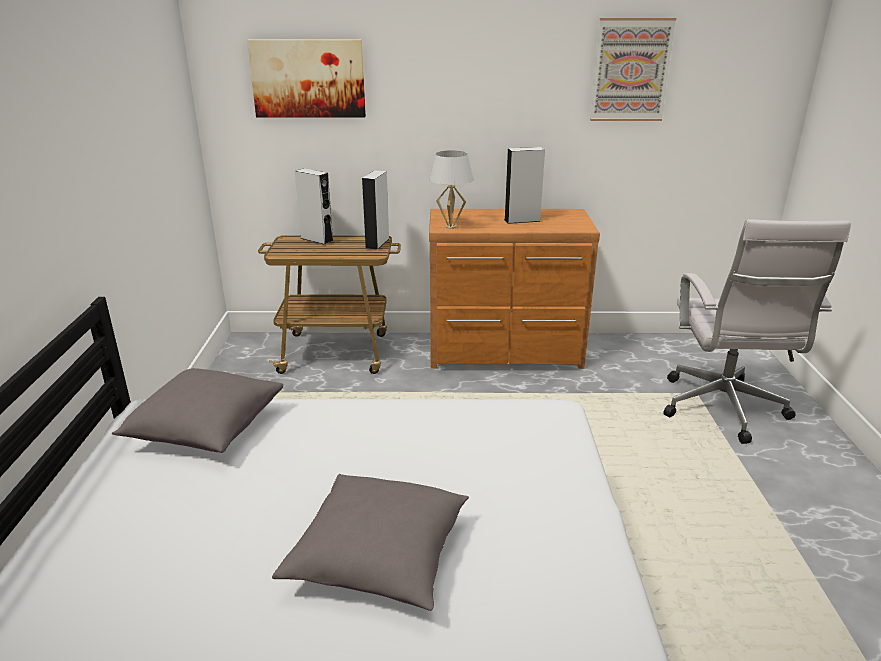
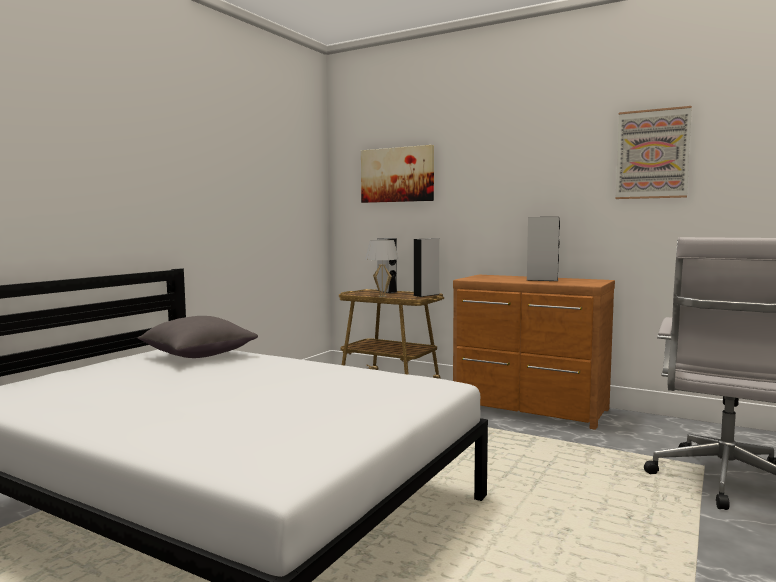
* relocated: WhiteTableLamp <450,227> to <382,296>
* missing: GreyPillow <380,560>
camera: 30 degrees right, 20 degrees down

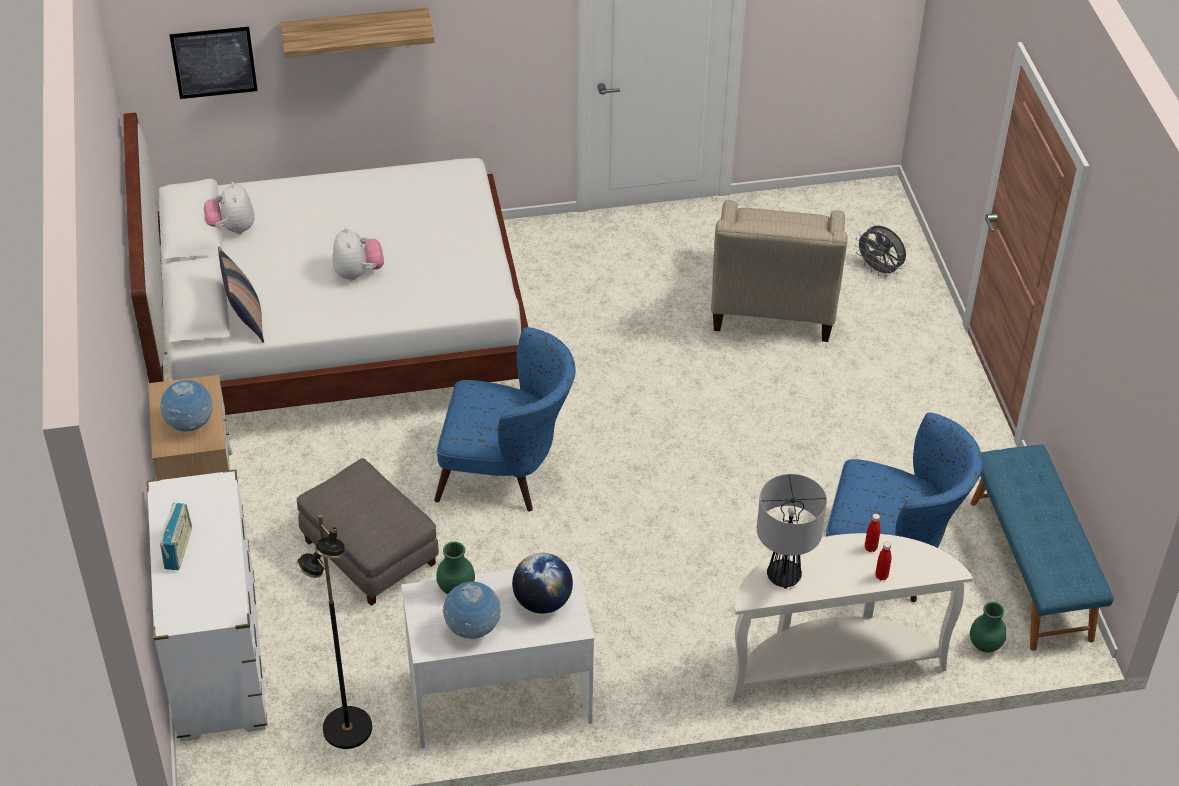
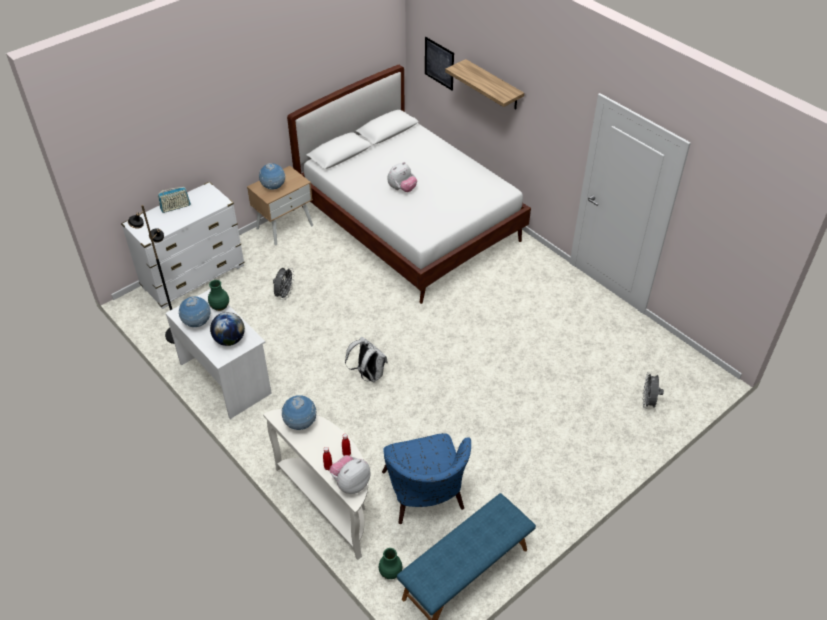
* exchanged: GreyOttoman <369,553> to GreyFan <284,294>
* exchanged: TableLamp <784,576> to Globe <300,424>
* relocated: PlushToy <232,229> to <351,483>
* appeared: WhiteBackpack <368,375>
* missing: Pillow <245,319>
* missing: BlueArmchair <507,471>
* missing: BeigeArmchair <773,310>
camera: 60 degrees right, 0 degrees up

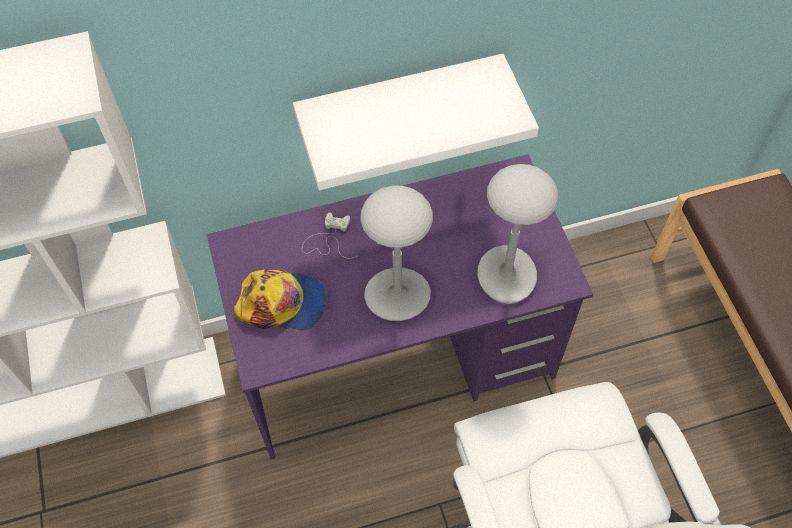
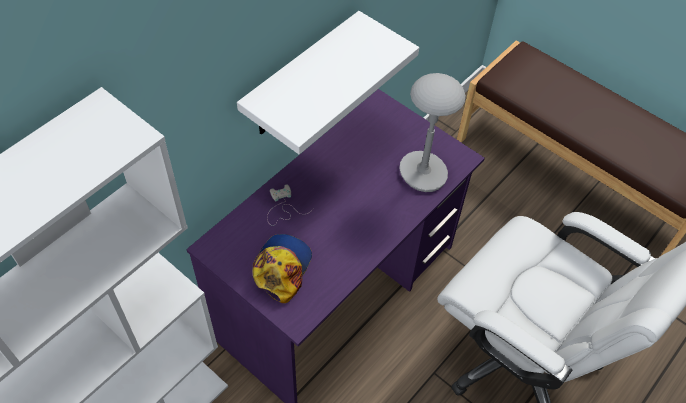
* spun: Cap <282,303> = <282,268> 45 degrees counterclockwise
* missing: GreyTableLamp <397,296>
camera: 35 degrees left, 5 degrees down

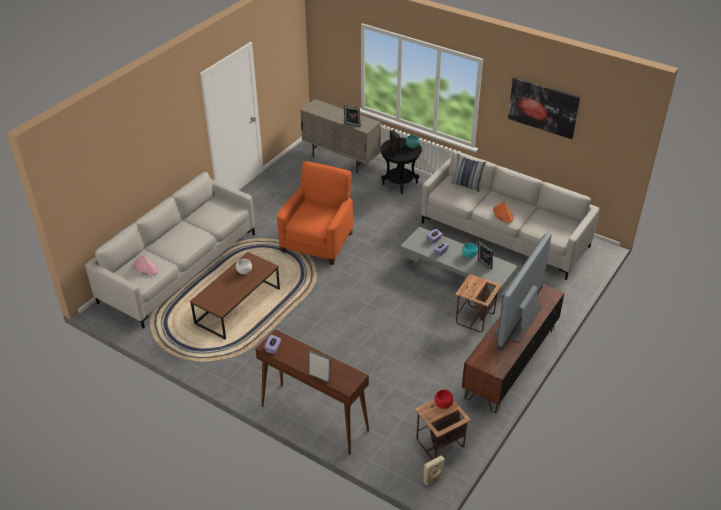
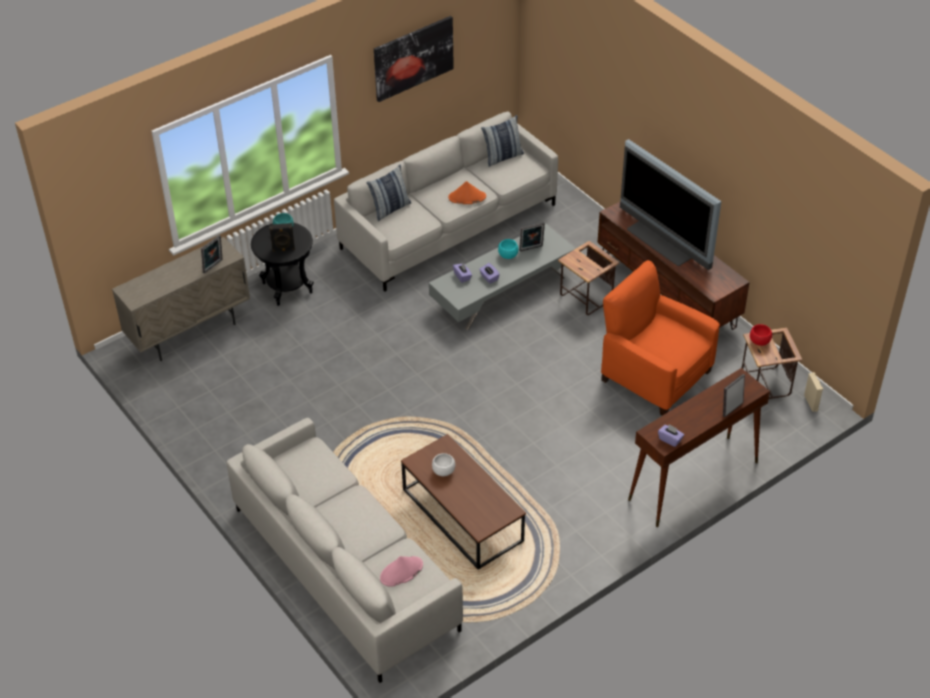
* appeared: Pillow <503,157>
* relocated: OrangeArmchair <317,242> to <654,375>
camera: 70 degrees left, 5 degrees up

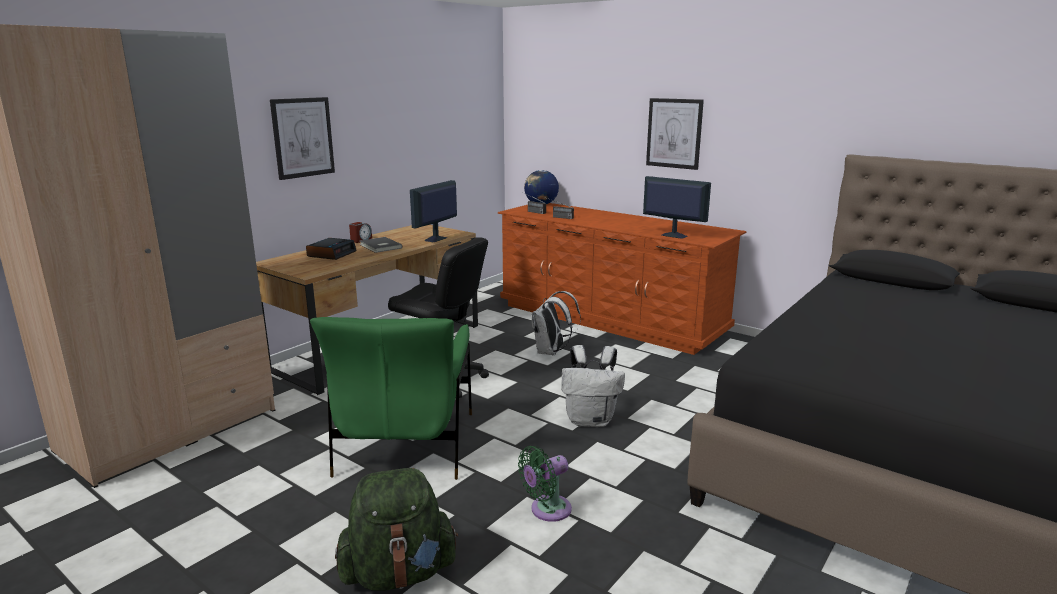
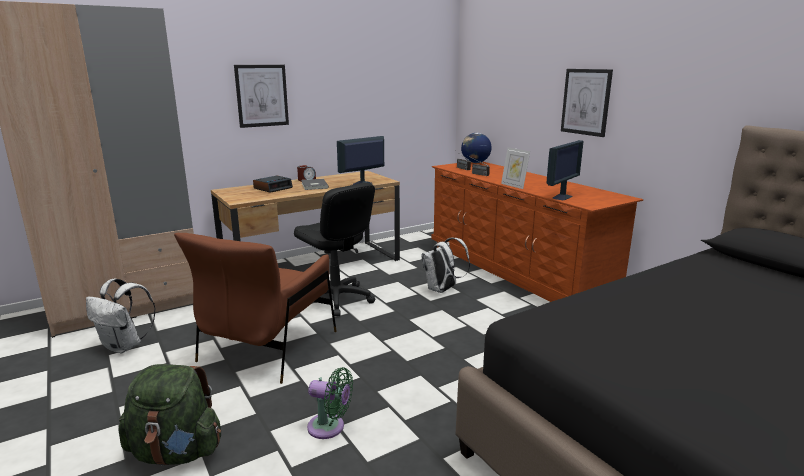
* relocated: WhiteBackpack <591,420> to <125,346>
* colour: GreenArmchair <406,444> to BrownArmchair <268,347>
* spun: GreenFan <547,510> = <329,427> 150 degrees counterclockwise
* appeared: PictureFrame <514,186>
* spun: Monitor <673,235> = <562,197> 75 degrees clockwise
camera: 20 degrees right, 0 degrees up

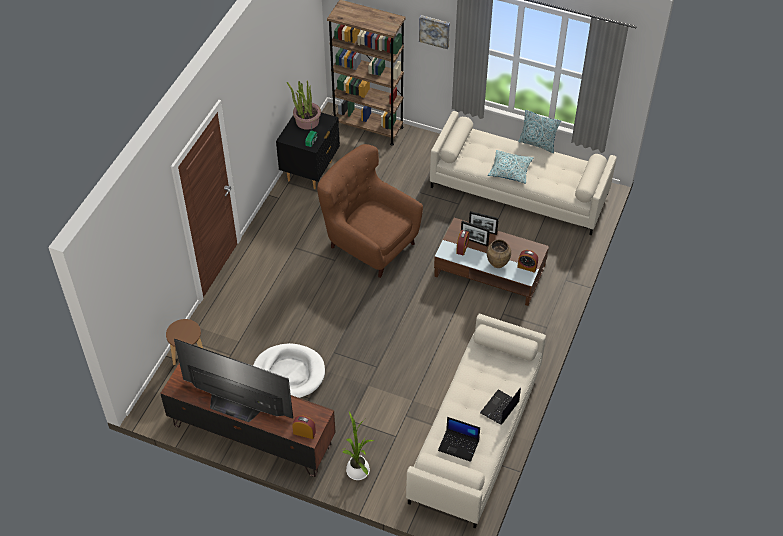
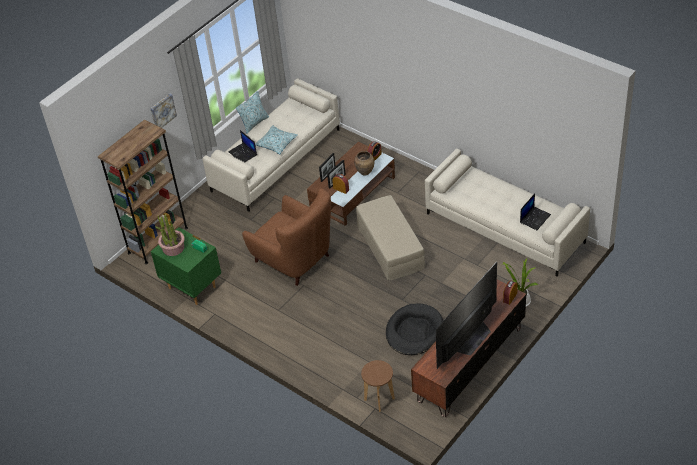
* colour: BlackNightstand <310,171> to GreenNightstand <192,287>
* relocated: Laptop <499,408> to <243,153>
* spun: BrownArmchair <370,243> = <294,259> 105 degrees counterclockwise
* appeared: BeigeOttoman <390,246>
* colour: WhiteDogBed <289,373> to BlackDogBed <414,331>
camera: 70 degrees left, 5 degrees down

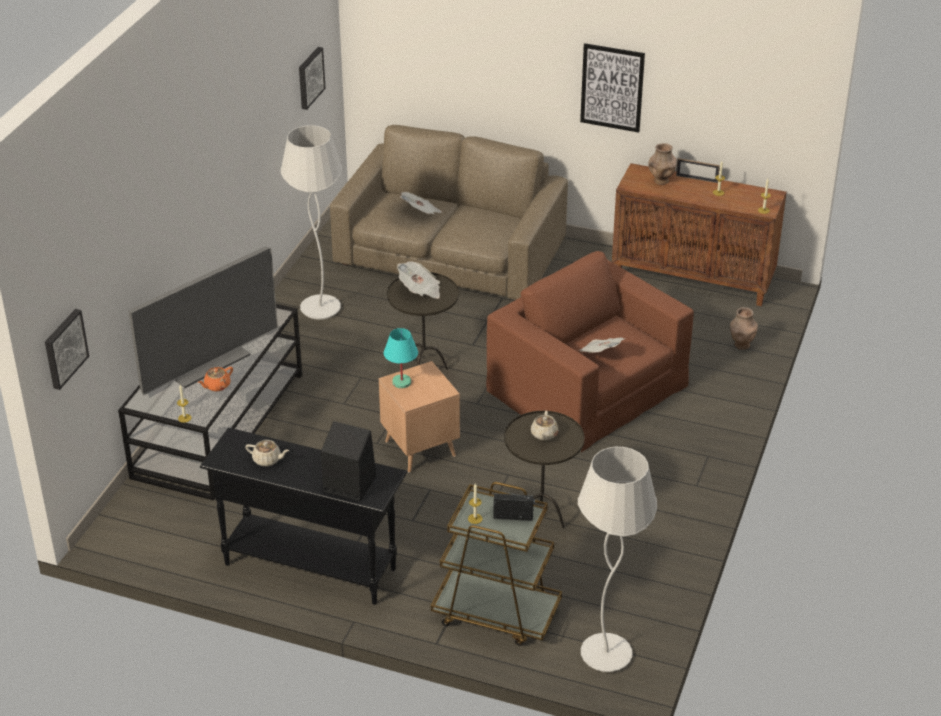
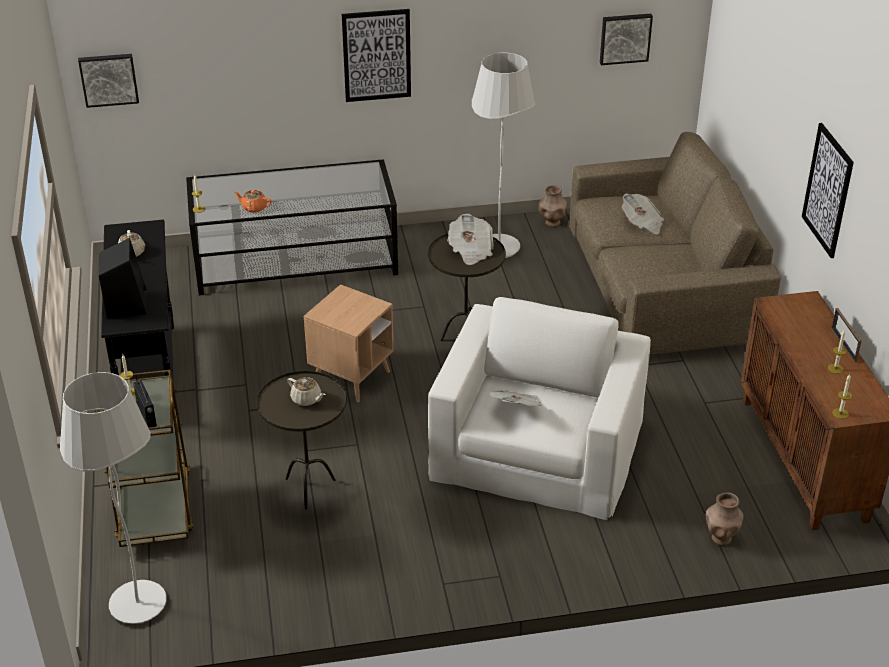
* spun: BeigeTeapot <544,434> = <306,399> 120 degrees counterclockwise
* appeared: Picture <376,55>
* colour: BrownArmchair <587,386> to WhiteArmchair <538,447>
* relocated: BrownVase <661,181> to <552,223>
* missing: Television <207,362>
* missing: TurquoiseTableLamp <401,382>
camera: 60 degrees right, 0 degrees up

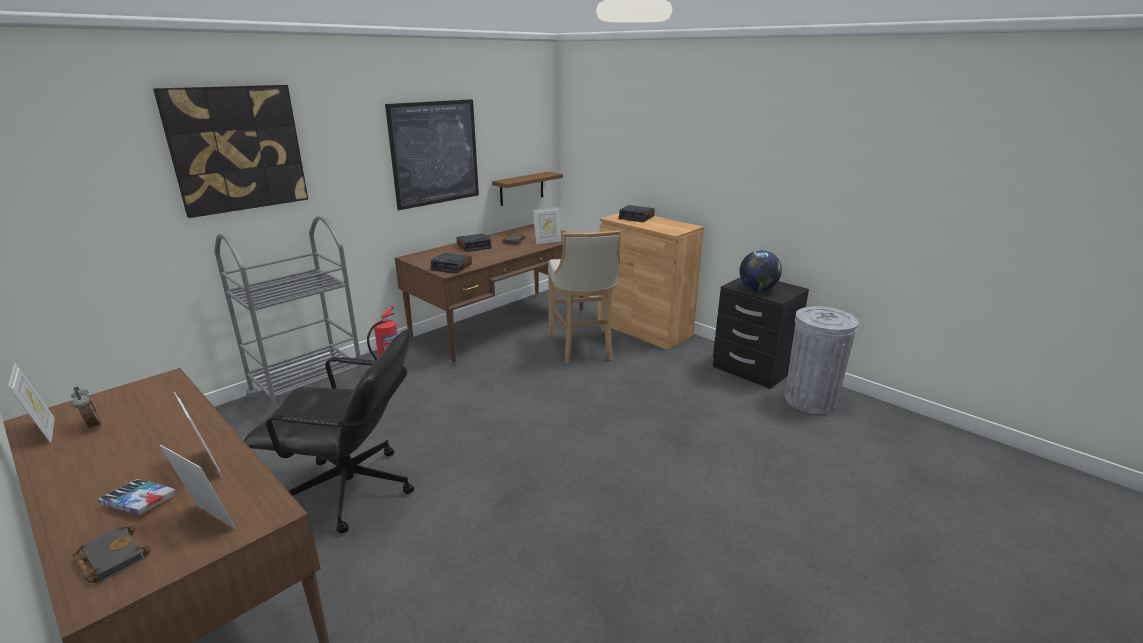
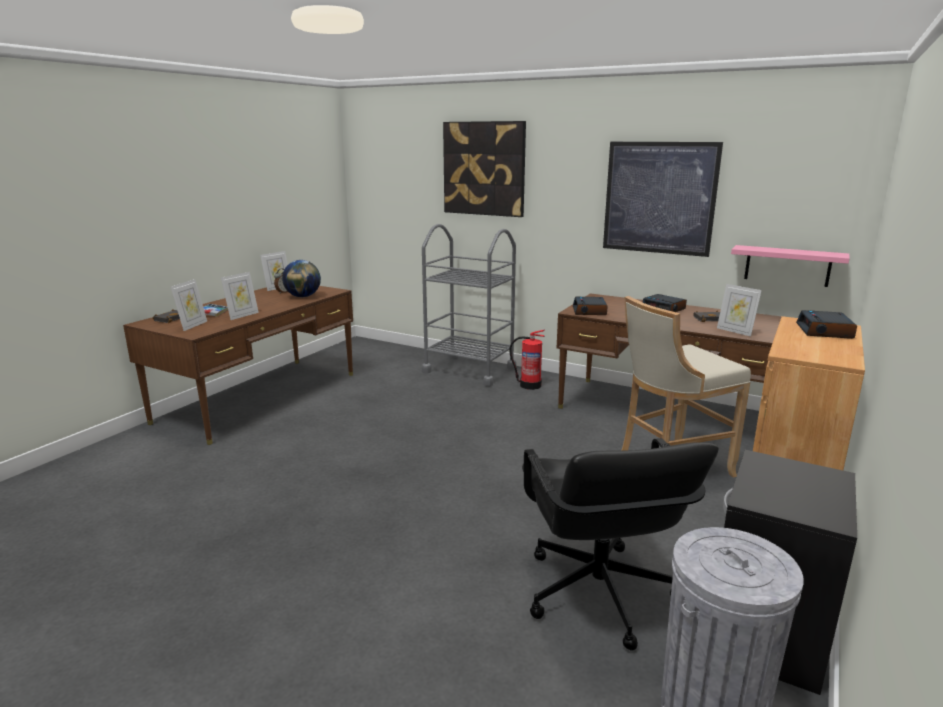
* relocated: Globe <757,289> to <303,296>
* relocated: BlackOfficeChair <352,490> to <598,594>
* colour: BrownShelf <521,188> to PinkShelf <787,266>
camera: 75 degrees right, 5 degrees down

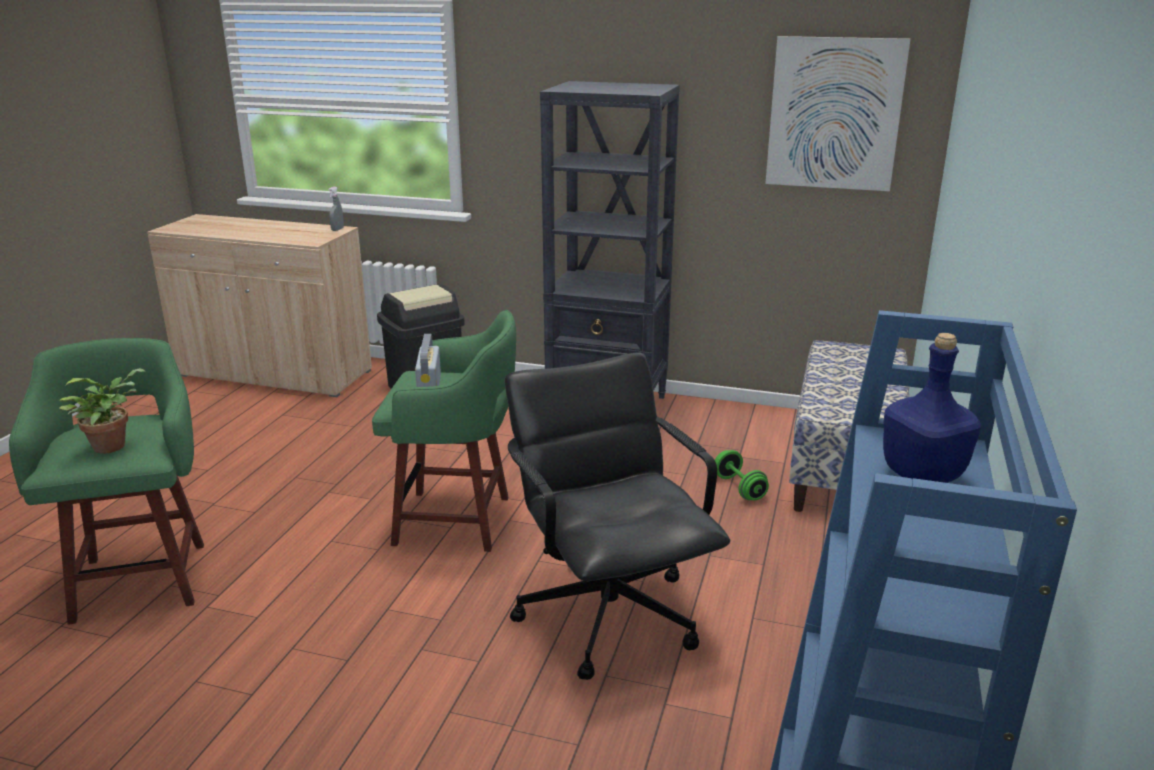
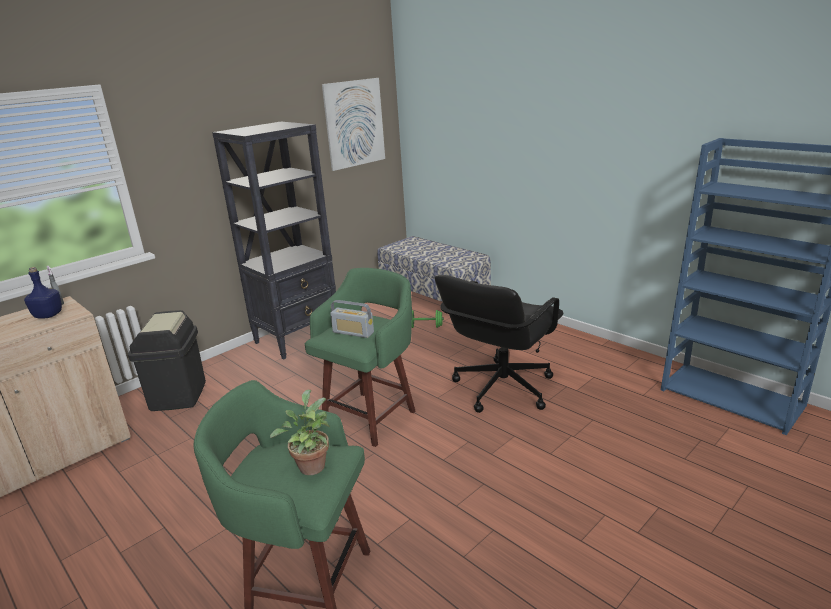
* relocated: BlueBottle <923,475> to <49,315>
* spun: BlackOfficeChair <609,614> = <501,388> 60 degrees counterclockwise
camera: 60 degrees left, 0 degrees up

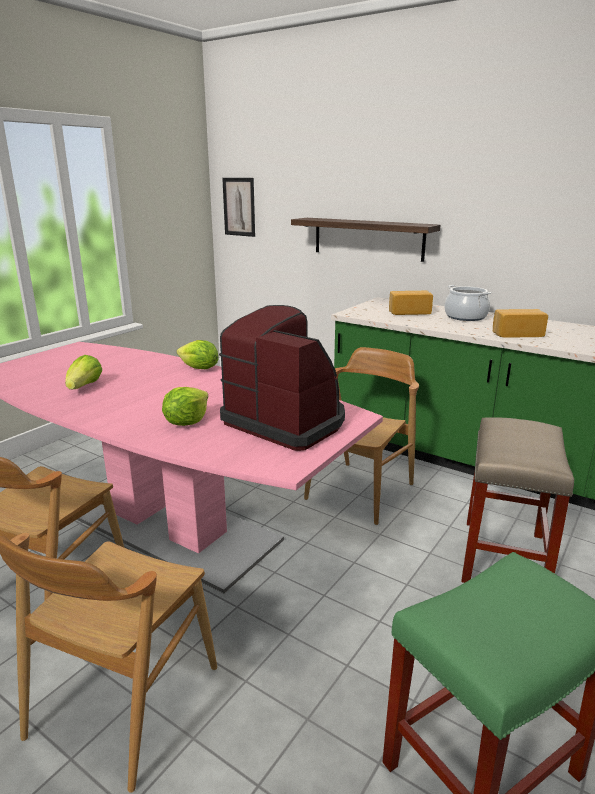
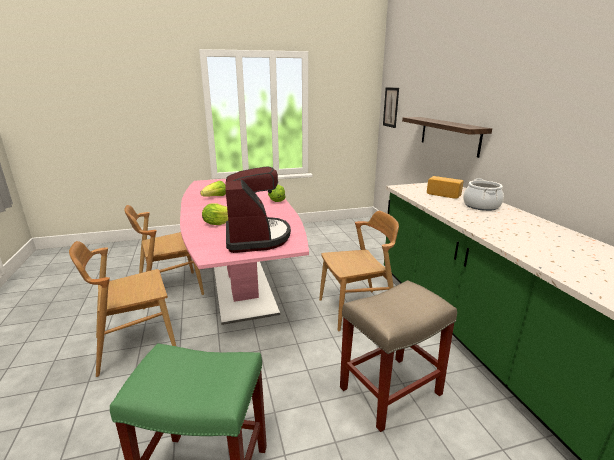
* missing: Bread <516,334>
camera: 40 degrees right, 0 degrees up

